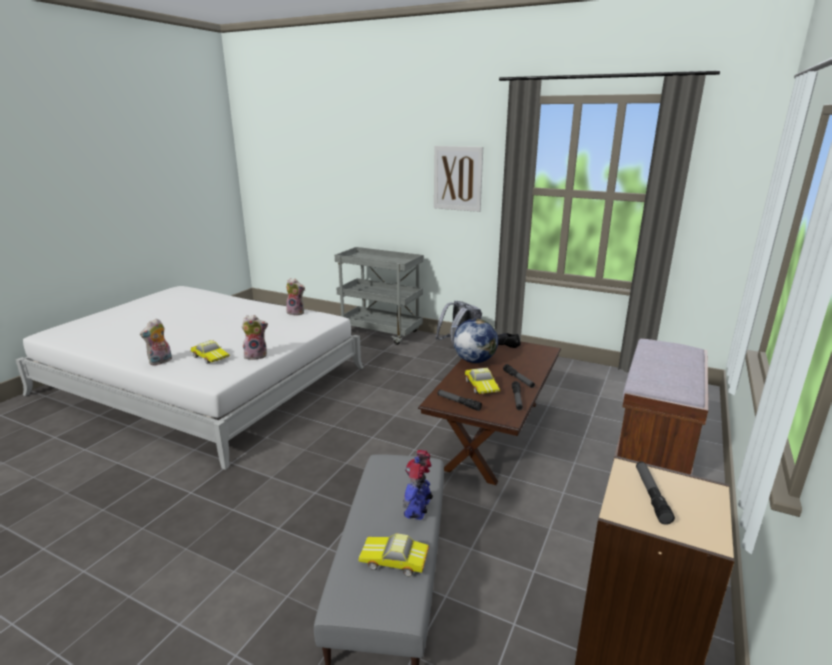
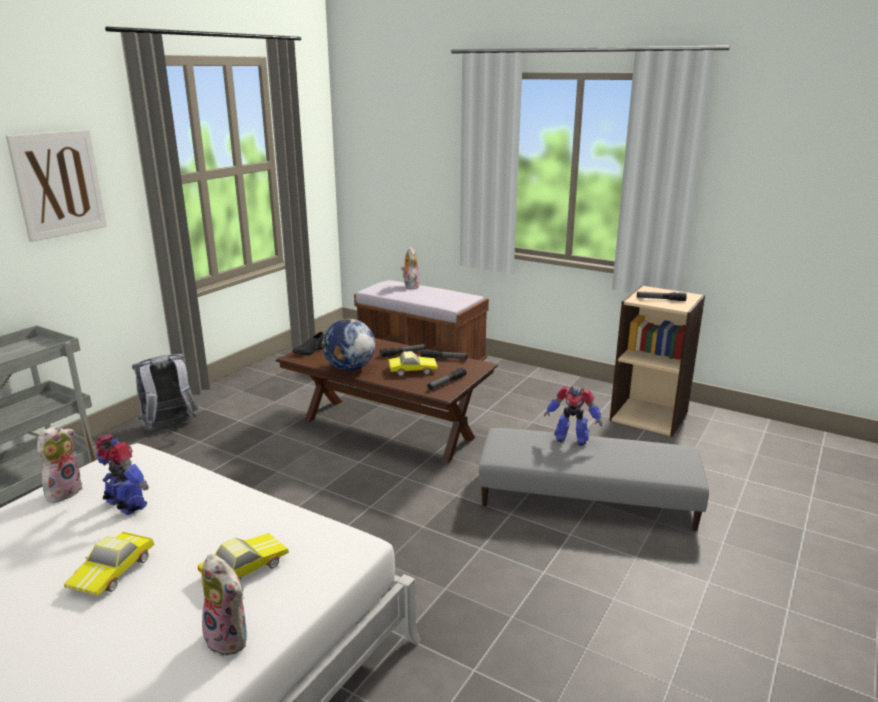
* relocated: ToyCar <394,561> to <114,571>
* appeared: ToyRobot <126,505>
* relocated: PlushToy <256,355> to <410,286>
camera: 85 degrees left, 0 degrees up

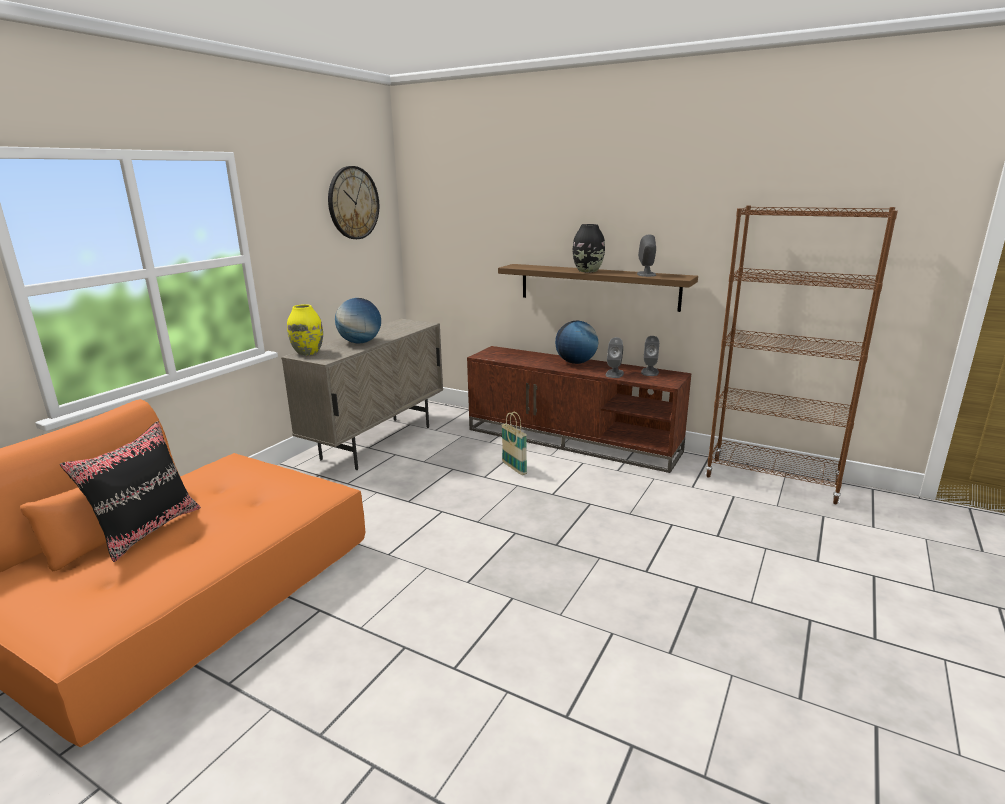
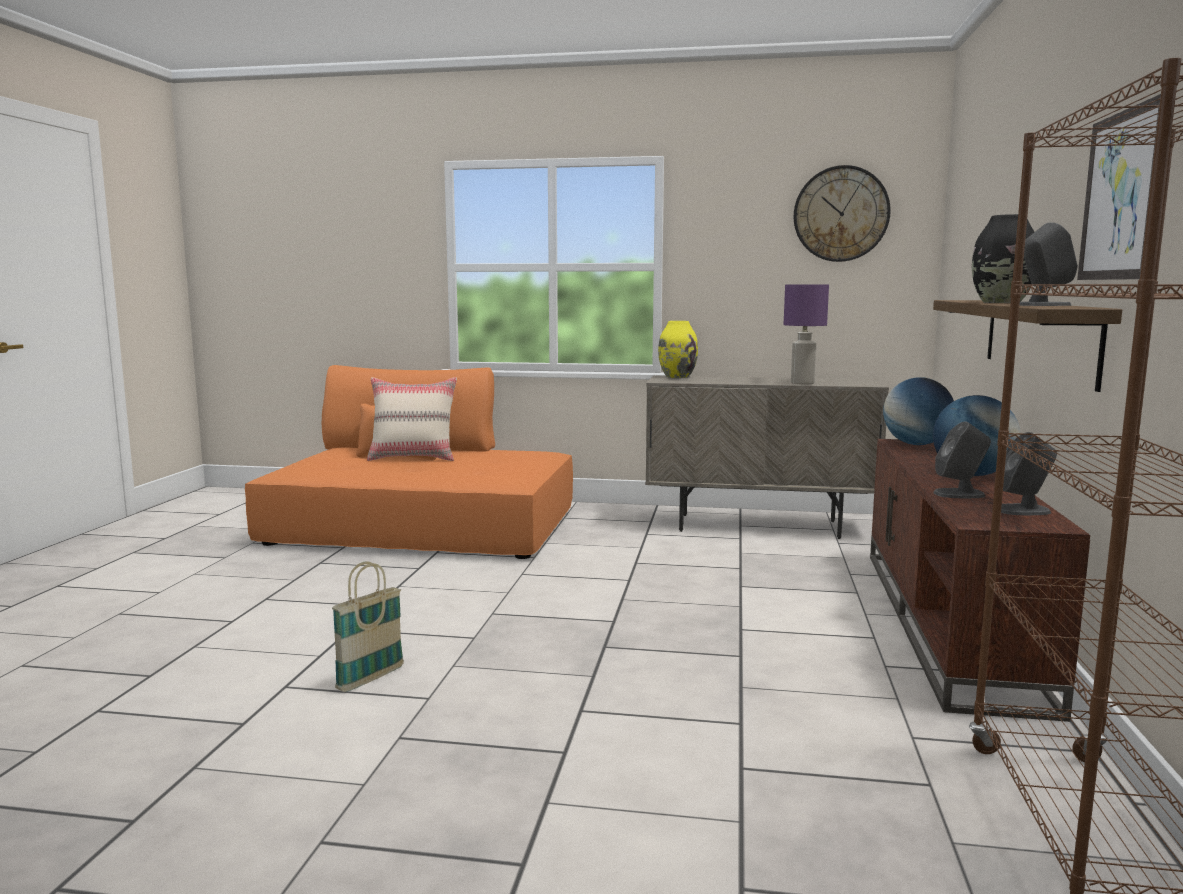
* relocated: Basket <514,468> to <371,679>
* colour: BlackPillow <148,530> to BeigePillow <413,458>
* appeared: PurpleTableLamp <802,383>
* relocated: Globe <360,342> to <916,444>
* appeared: Picture <1121,196>
camera: 70 degrees right, 10 degrees down

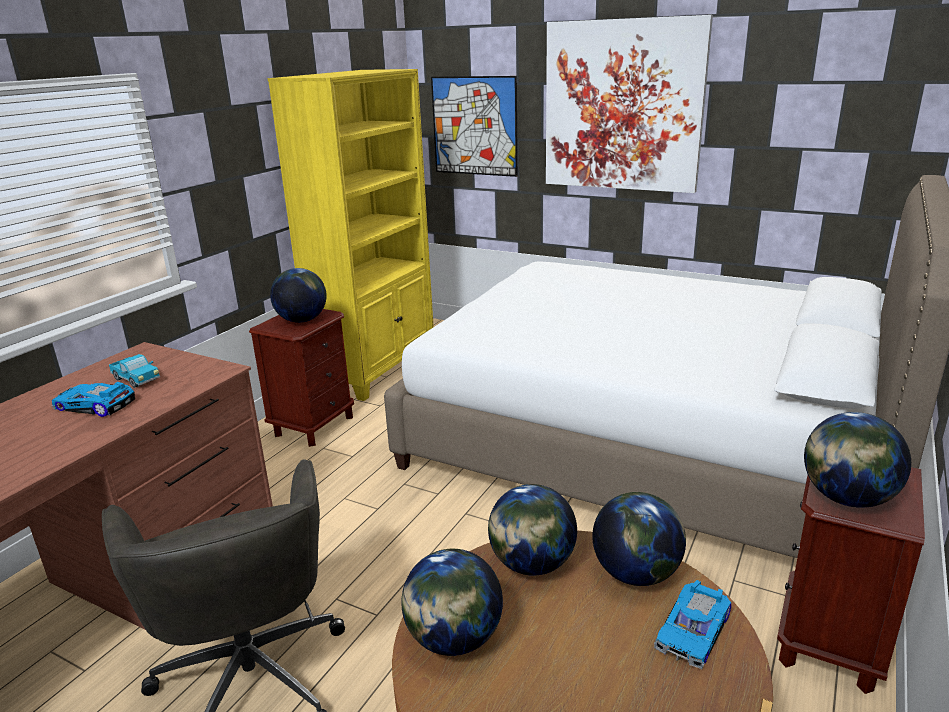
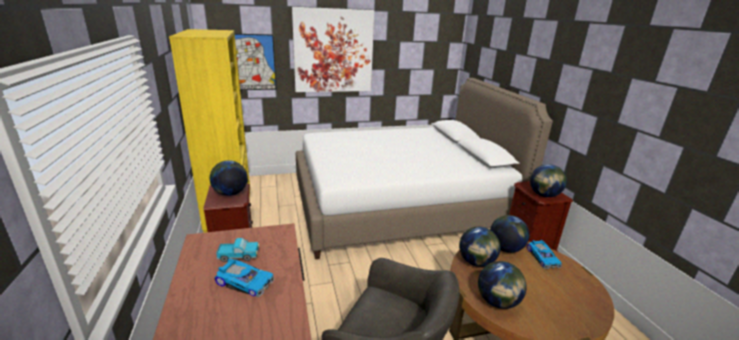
* spun: ToyCar <94,406> = <245,281> 135 degrees counterclockwise
camera: 45 degrees left, 0 degrees up

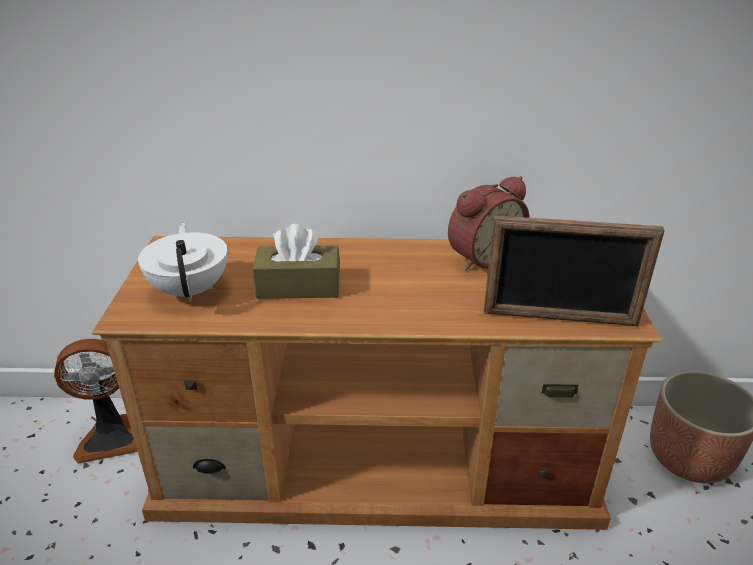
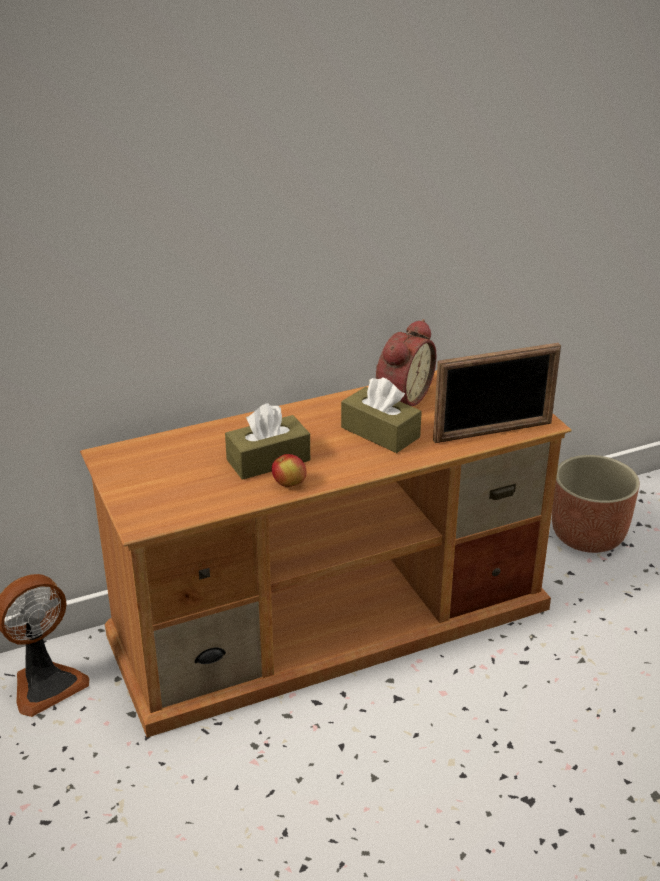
* appeared: Apple <289,484>
* appeared: BrownTissueBox <380,432>
* missing: WhiteTeapot <191,290>
camera: 25 degrees left, 0 degrees up

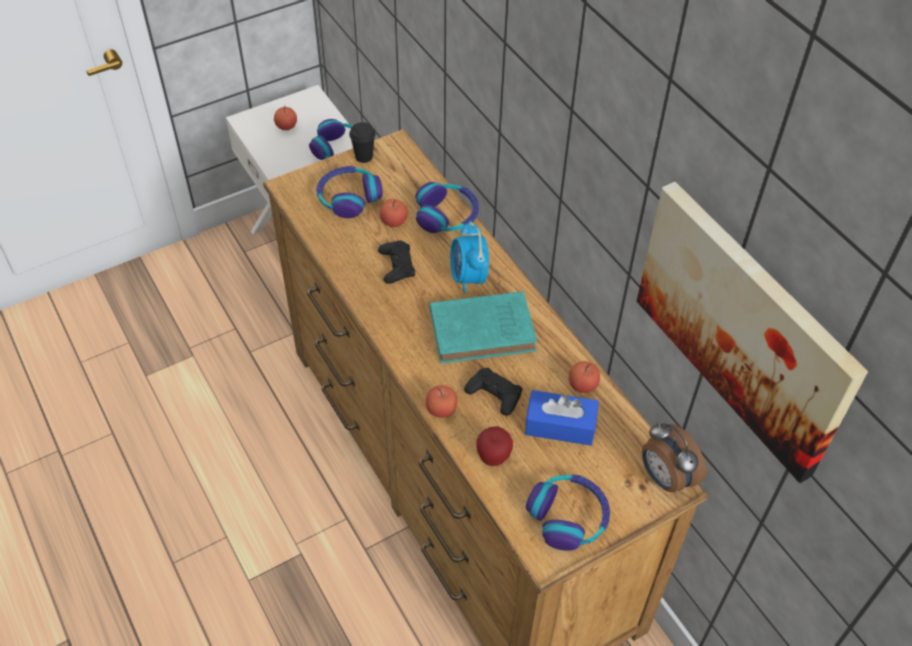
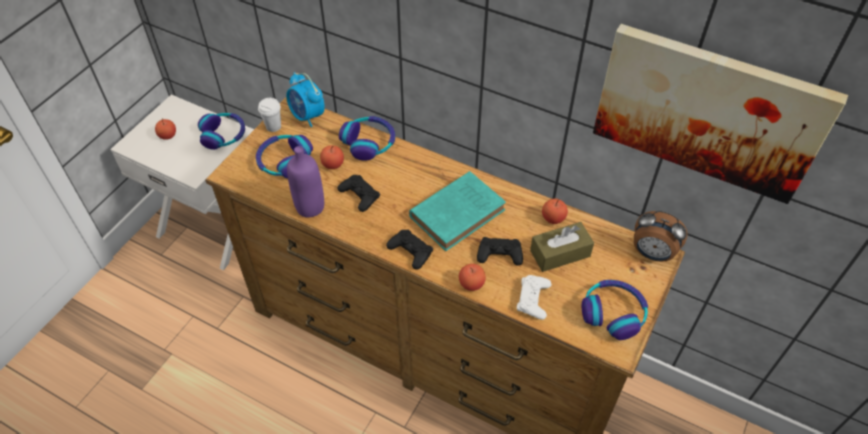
* colour: BlackCup <364,157> to WhiteCup <273,126>
* relocated: AlarmClock <468,278> to <307,116>
* appeared: PurpleBottle <310,207>
* appeared: BlackGameController <410,251>
* exchanged: Apple <493,458> to WhiteGameController <533,299>
* colour: BlueTissueBox <560,425> to BrownTissueBox <560,253>
camera: 30 degrees left, 0 degrees up

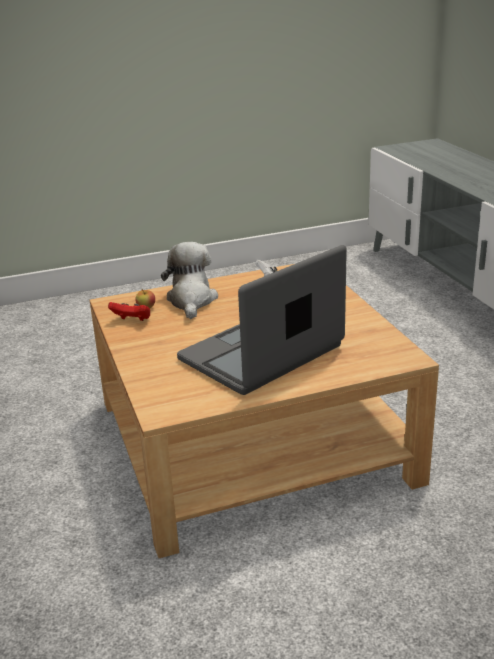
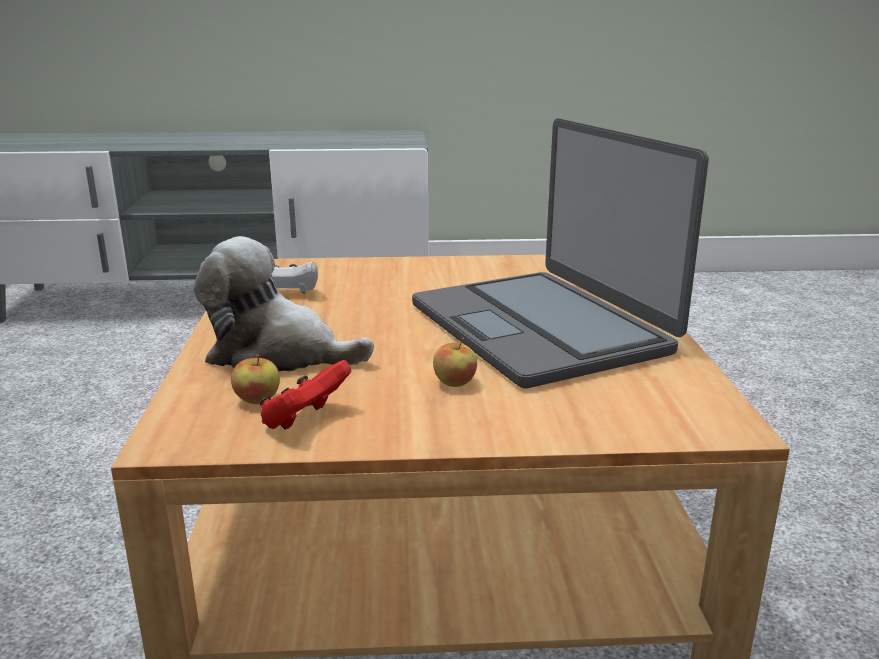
* appeared: Apple <455,383>
camera: 75 degrees left, 5 degrees down

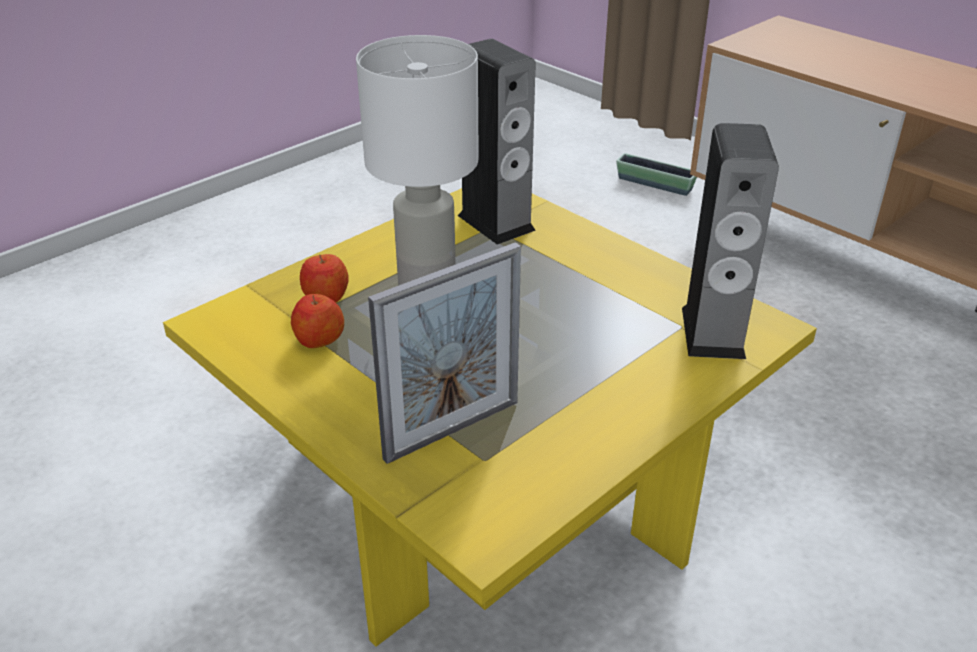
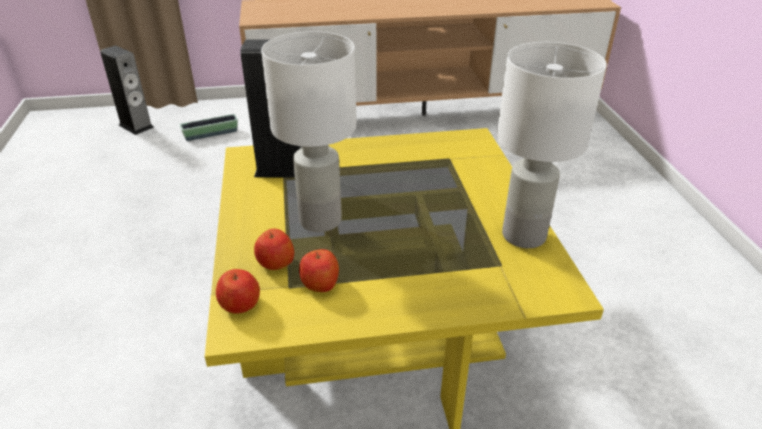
* relocated: Speaker <712,332> to <136,126>
* appeared: Apple <240,304>
* appeared: WhiteTableLamp <525,235>
* missing: PictureFrame <452,430>
camera: 55 degrees left, 0 degrees up

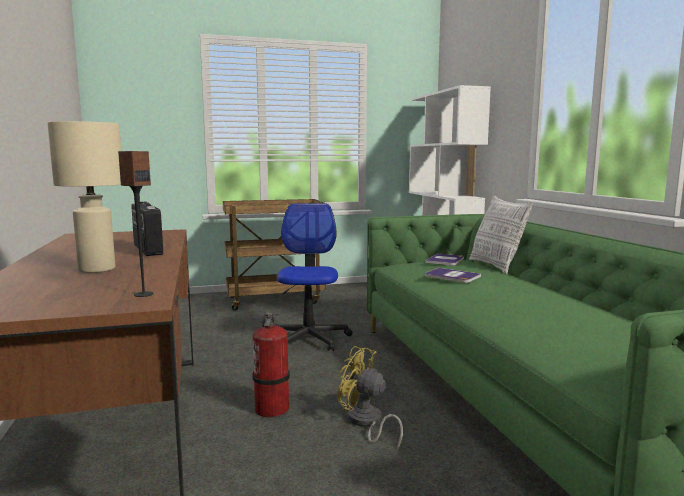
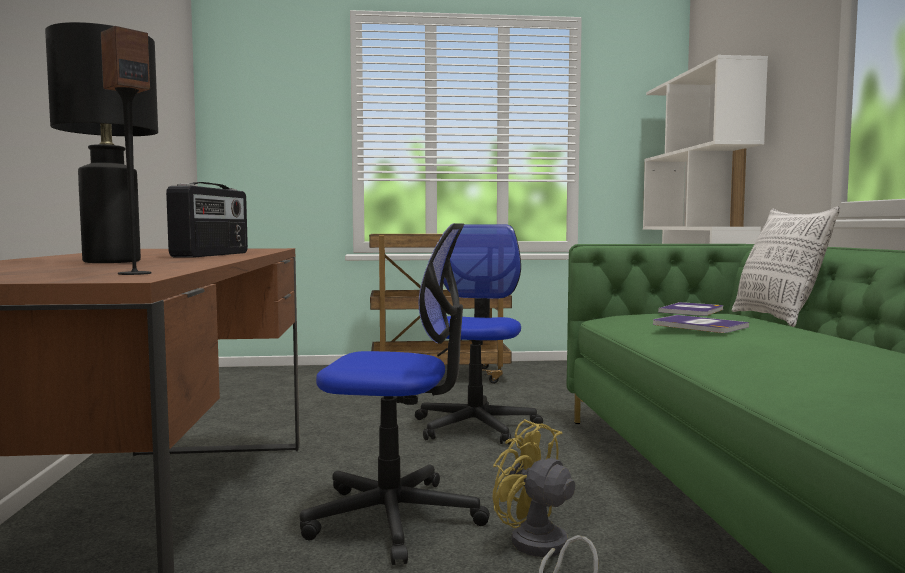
* colour: BeigeTableLamp <98,269> to BlackTableLamp <113,262>
* spun: Radio <147,250> = <212,255> 150 degrees counterclockwise
* exchanged: FireExtinguisher <272,409> to OfficeChair <394,518>
camera: 10 degrees right, 5 degrees down

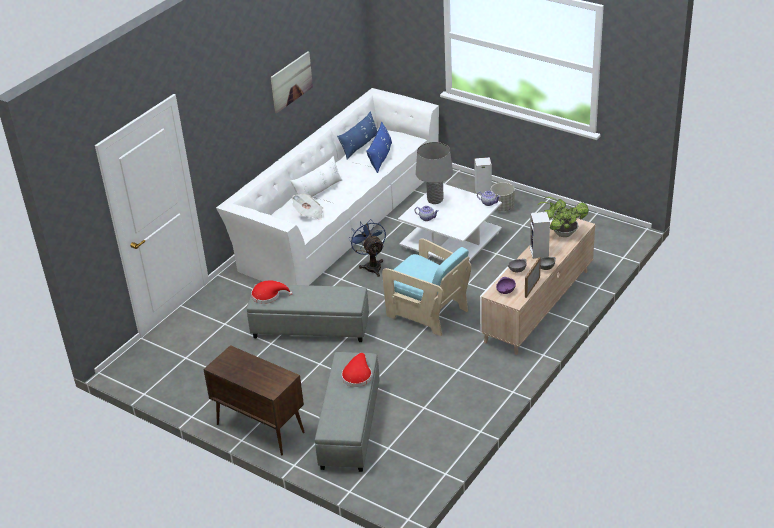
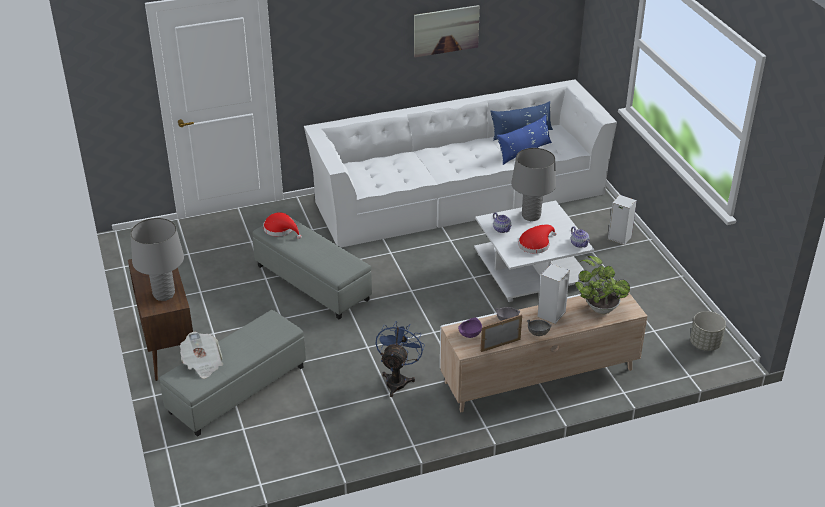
* appeared: GreyTableLamp <164,294>
* relocated: Newspaper <309,214> to <202,363>
* relocated: BlueFan <371,265> to <398,379>
* relocated: RedHat <357,375> to <535,244>
* relocated: GreyPlanter <502,207> to <705,344>
* missing: WhitePillow <318,191>
* missing: TurquoiseArmchair <427,312>
camera: 35 degrees right, 0 degrees up

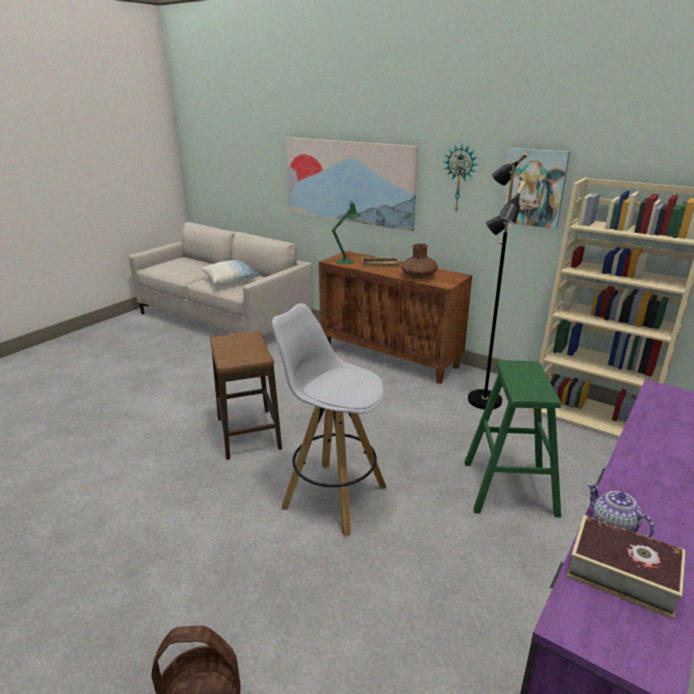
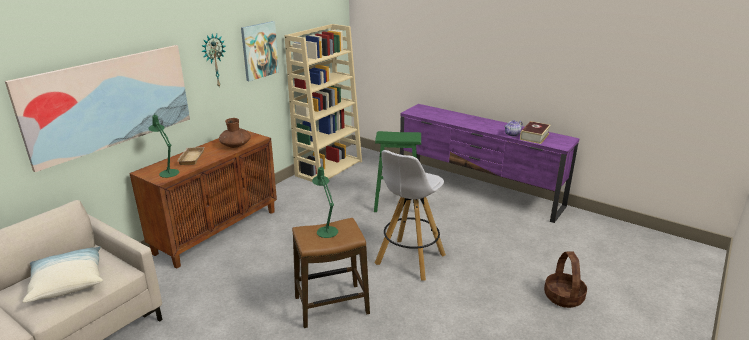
* appeared: GreenTableLamp <326,230>
* missing: BlackFloorLamp <483,400>
camera: 90 degrees left, 0 degrees up

